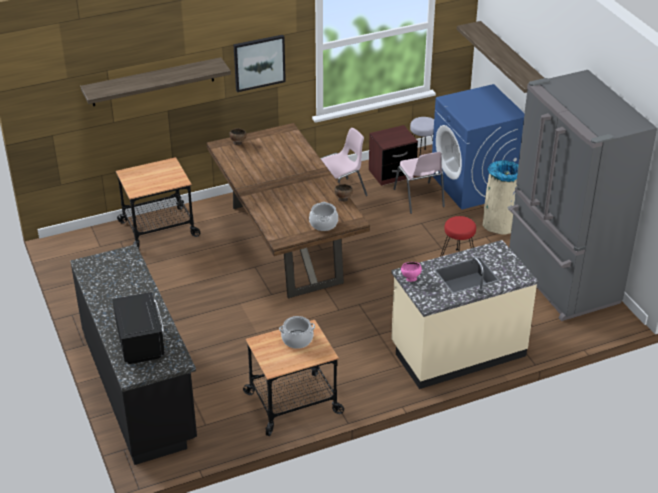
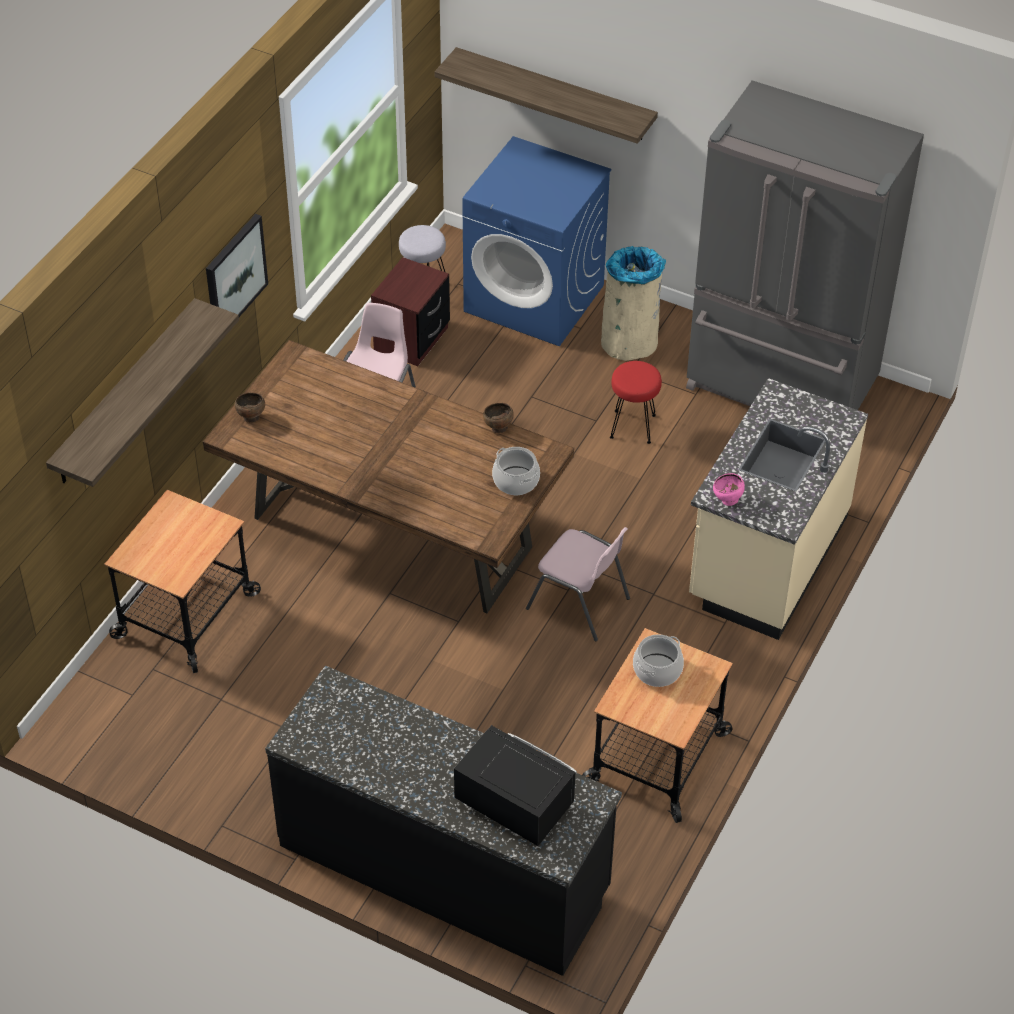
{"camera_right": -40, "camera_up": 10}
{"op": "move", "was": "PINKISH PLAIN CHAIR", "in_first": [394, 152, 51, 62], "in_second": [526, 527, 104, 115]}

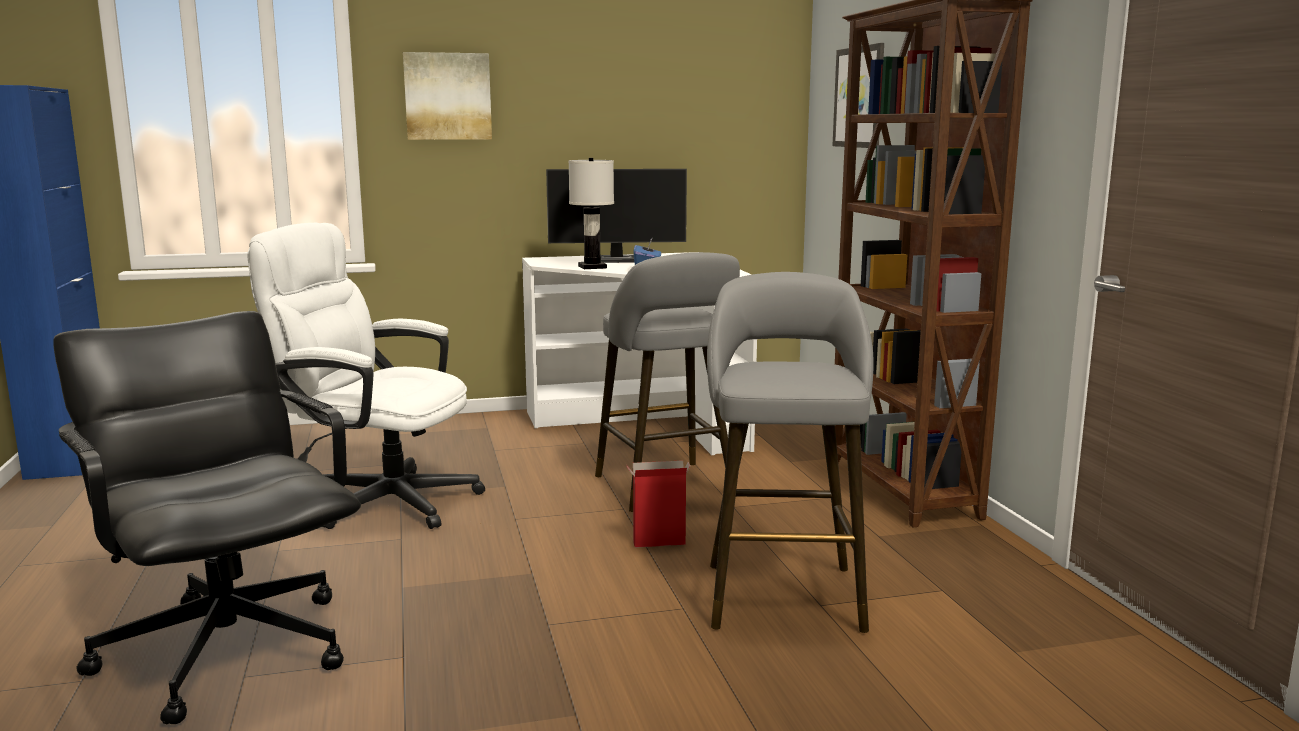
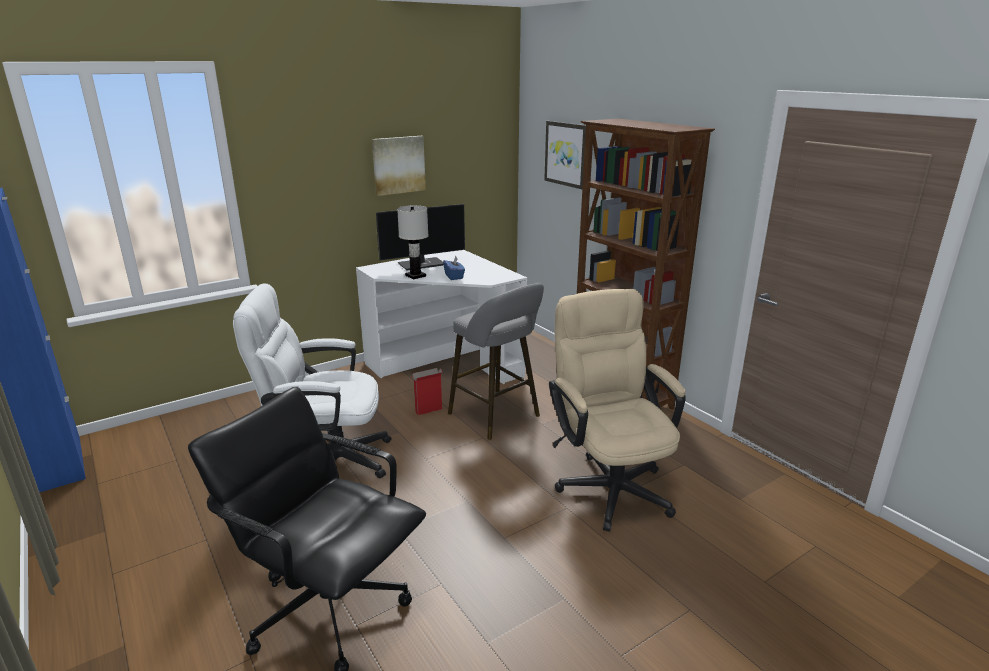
{"camera_right": -20, "camera_up": 10}
{"op": "move", "was": "WALL PICTURE", "in_first": [403, 52, 89, 88], "in_second": [372, 136, 54, 60]}
{"op": "move", "was": "CARTON", "in_first": [627, 460, 63, 88], "in_second": [412, 368, 31, 47]}
{"op": "replace", "was": "GREYISH SITTING STOOL", "now": "SAND-COLOURED DESK CHAIR", "in_first": [707, 272, 167, 361], "in_second": [549, 289, 137, 243]}

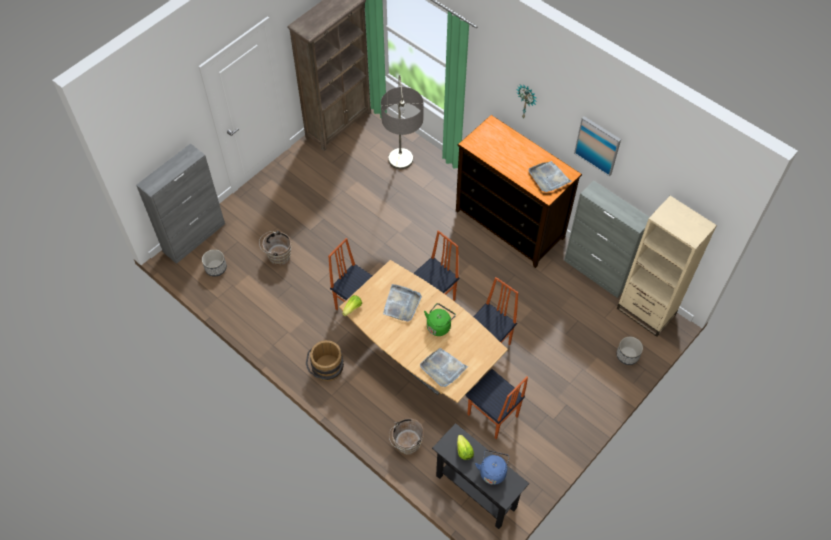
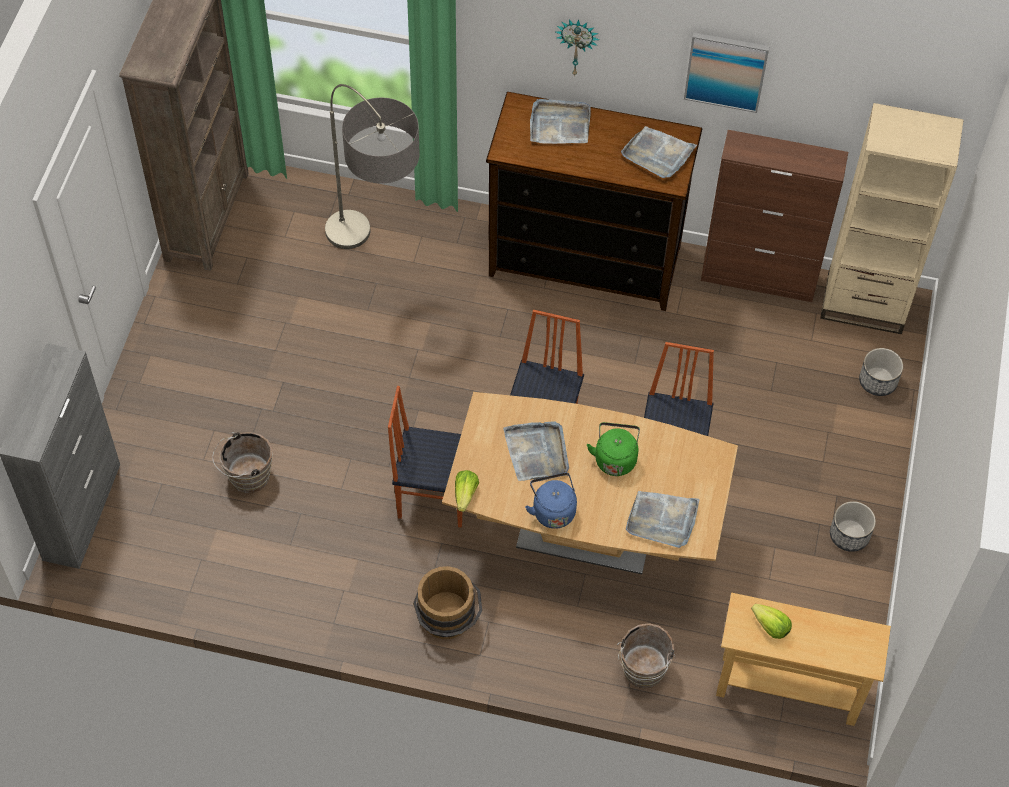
{"camera_right": -30, "camera_up": 0}
{"op": "move", "was": "BLUISH WATER KETTLE", "in_first": [475, 450, 34, 35], "in_second": [525, 473, 52, 56]}
{"op": "insert", "now": "GREYISH SERVING TRAY", "in_second": [530, 99, 61, 45]}
{"op": "recolor", "was": "GREYISH STORAGE CABINET", "now": "BROWN STORAGE CABINET", "in_first": [564, 180, 85, 118], "in_second": [701, 130, 147, 172]}
{"op": "recolor", "was": "BLACKISH CONSOLE TABLE", "now": "SAND-COLOURED CONSOLE TABLE", "in_first": [432, 423, 97, 106], "in_second": [716, 593, 175, 133]}
{"op": "move", "was": "FLOWER POT", "in_first": [202, 249, 25, 28], "in_second": [830, 501, 46, 51]}
{"op": "delete", "was": "PLAIN CHAIR", "in_first": [466, 369, 62, 70]}

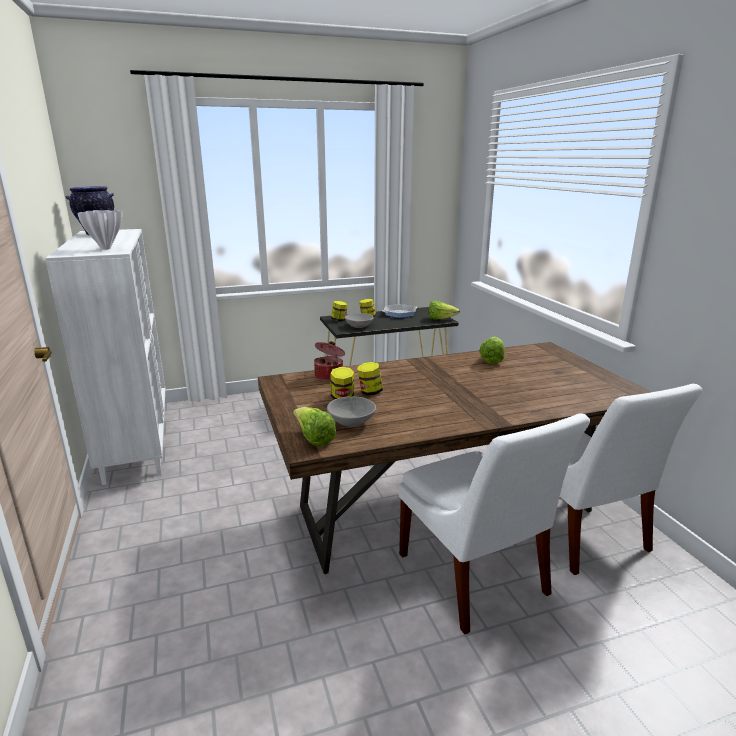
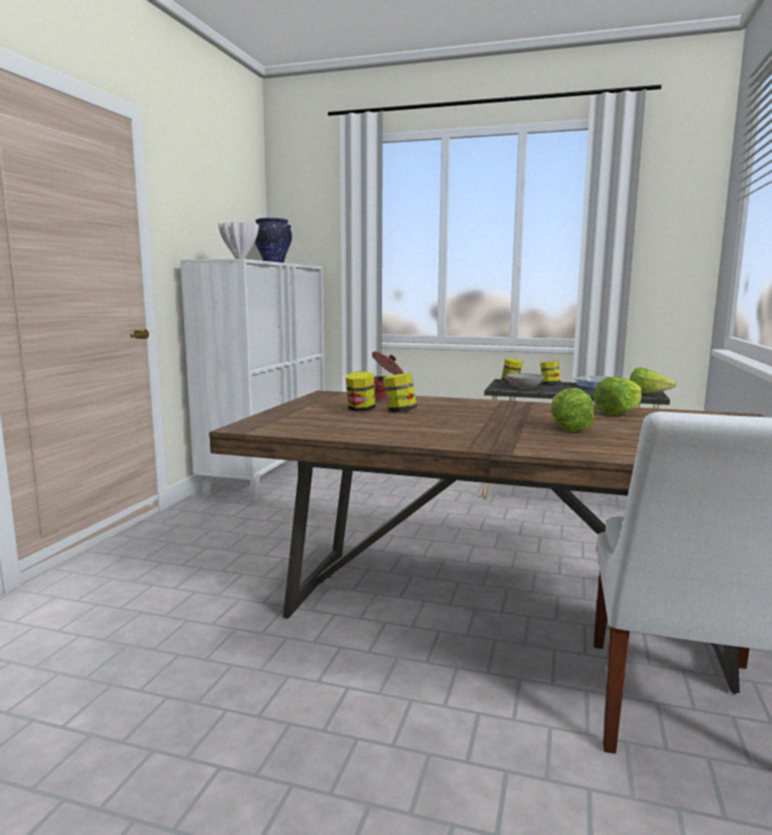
{"camera_right": 35, "camera_up": -10}
{"op": "move", "was": "LETTUCE", "in_first": [293, 407, 43, 40], "in_second": [551, 387, 43, 45]}
{"op": "delete", "was": "GREYISH SERVING BOWL", "in_first": [327, 396, 49, 31]}
{"op": "delete", "was": "WHITISH PLAIN CHAIR", "in_first": [399, 414, 191, 220]}

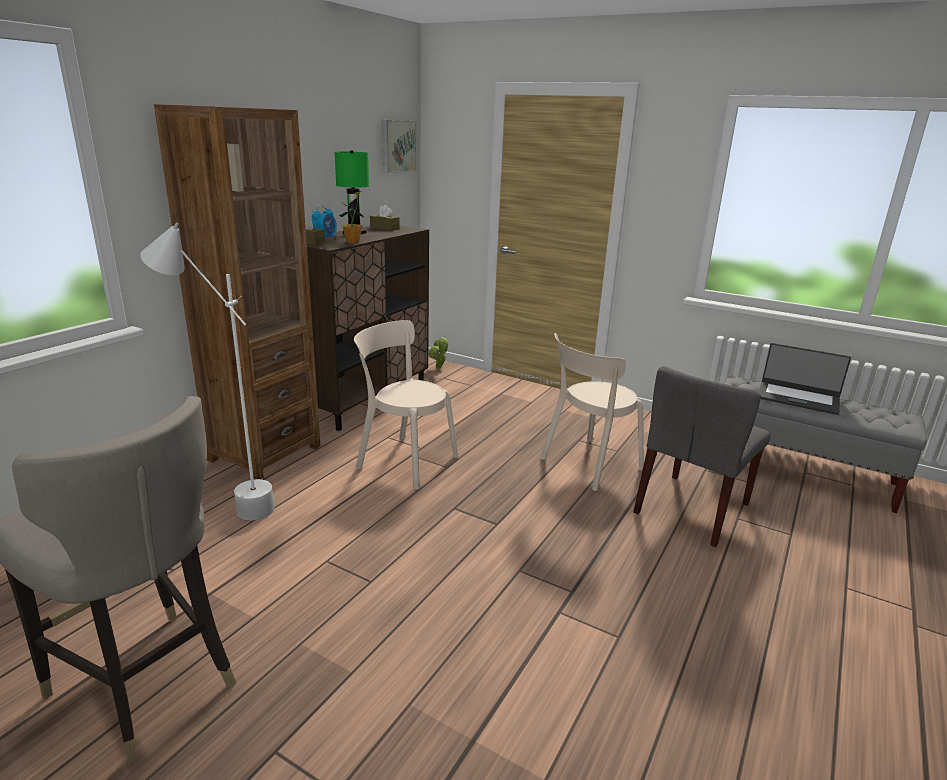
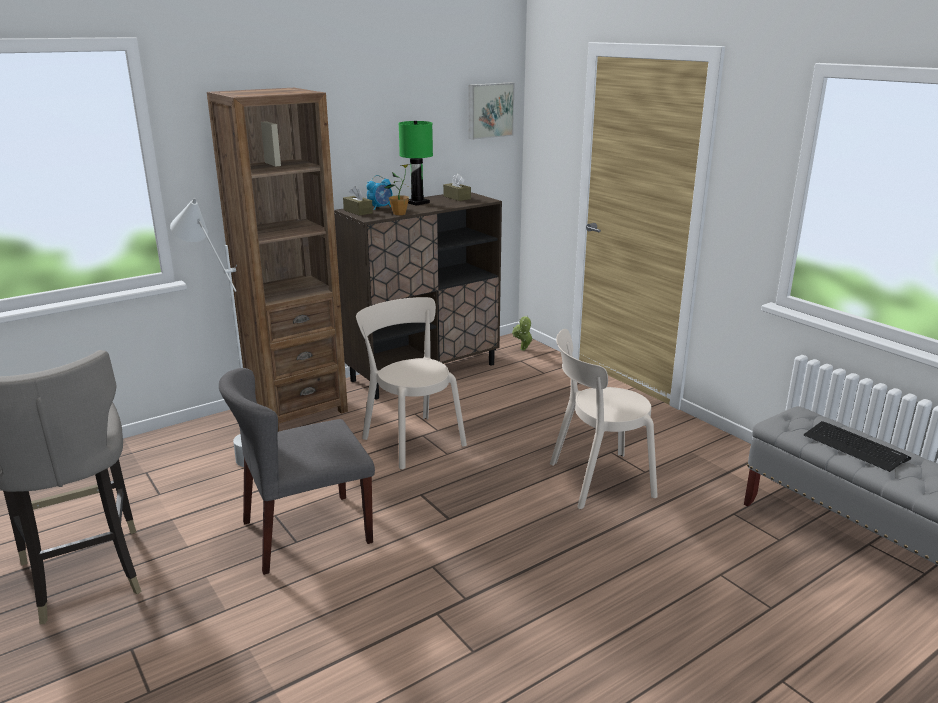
{"camera_right": 25, "camera_up": 0}
{"op": "move", "was": "GREYISH PLAIN CHAIR", "in_first": [633, 366, 137, 181], "in_second": [219, 368, 156, 207]}
{"op": "replace", "was": "PORTABLE COMPUTER", "now": "PC KEYBOARD", "in_first": [758, 343, 93, 72], "in_second": [804, 421, 107, 51]}

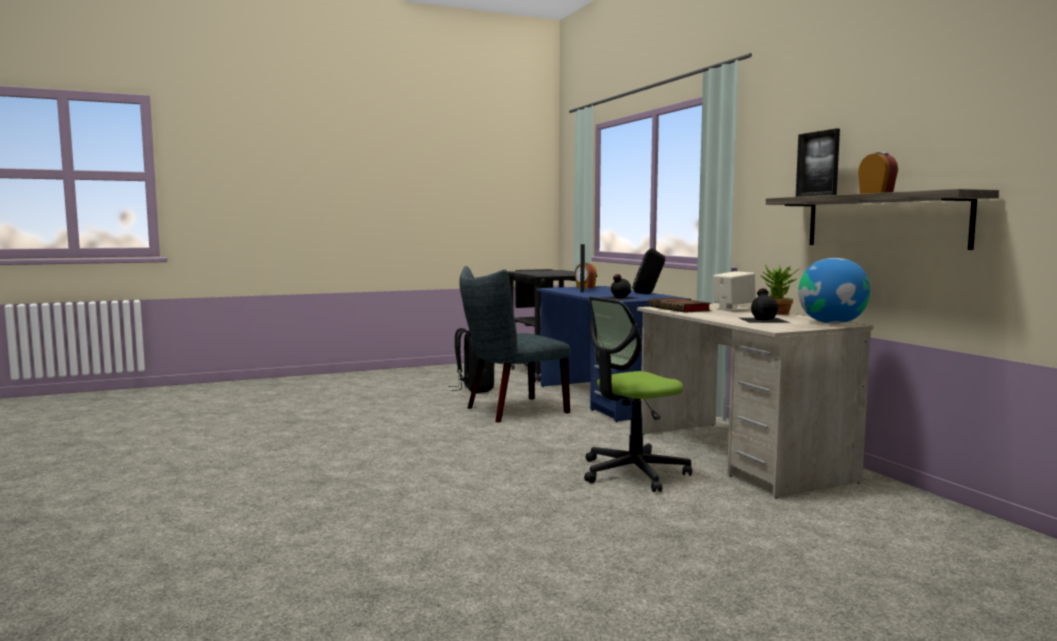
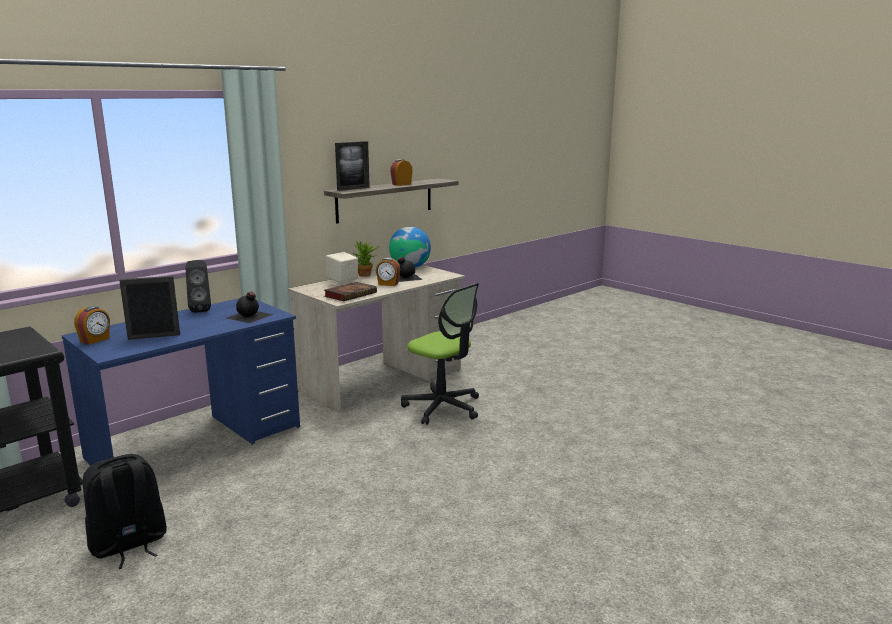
{"camera_right": -110, "camera_up": 10}
{"op": "insert", "now": "ALARM CLOCK", "in_second": [376, 258, 24, 28]}
{"op": "delete", "was": "GREYISH PLAIN CHAIR", "in_first": [459, 266, 112, 157]}

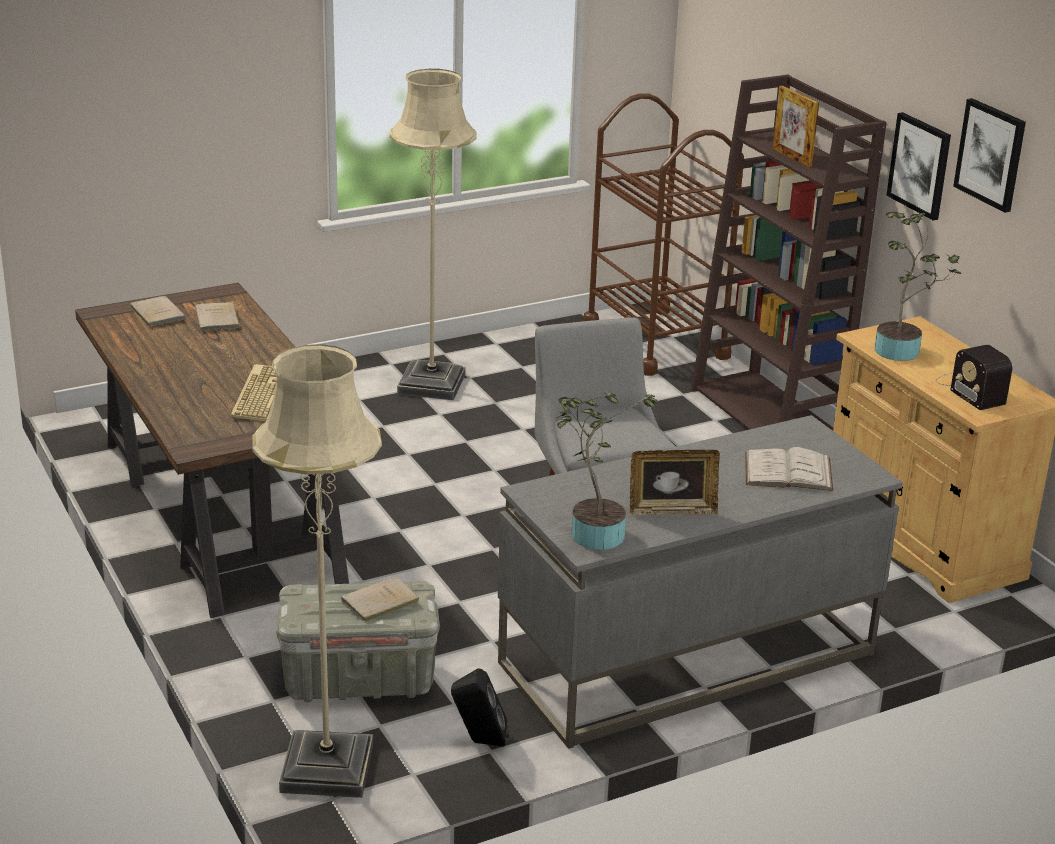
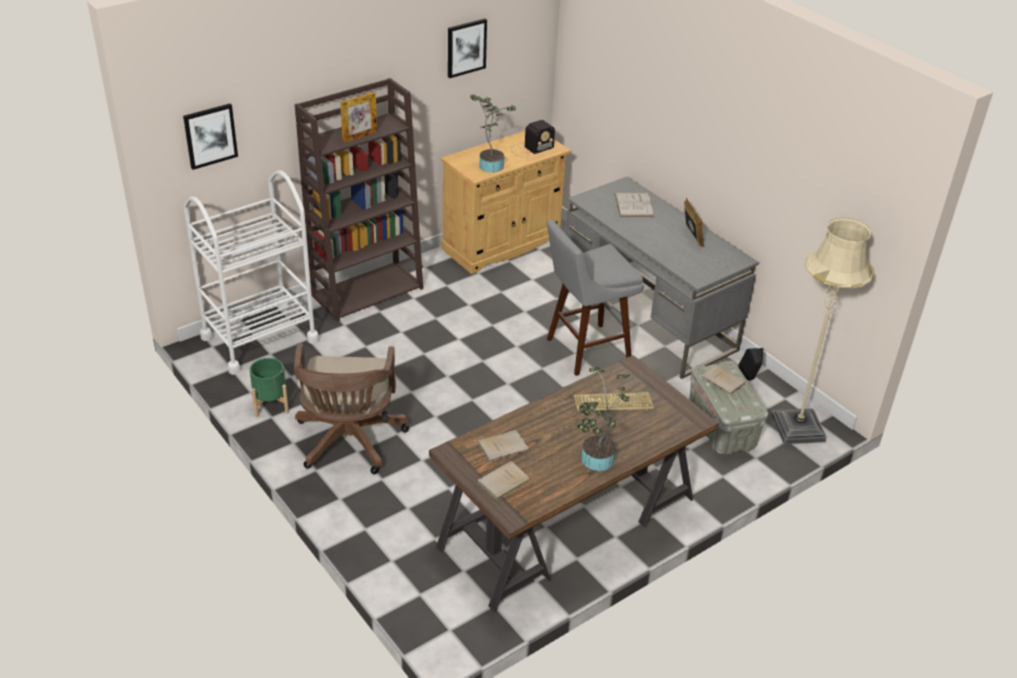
{"camera_right": -100, "camera_up": 10}
{"op": "move", "was": "WALL PICTURE", "in_first": [886, 112, 65, 108], "in_second": [183, 104, 55, 66]}
{"op": "recolor", "was": "BROWN WHEELED CART", "now": "WHITISH WHEELED CART", "in_first": [583, 93, 161, 283], "in_second": [183, 170, 136, 205]}
{"op": "insert", "now": "GREENISH FLOWER POT", "in_second": [250, 358, 39, 59]}
{"op": "replace", "was": "SAND-COLOURED FLOOR LAMP", "now": "BROWN DESK CHAIR", "in_first": [390, 69, 86, 331], "in_second": [294, 343, 115, 131]}
{"op": "move", "was": "POTTED PLANT", "in_first": [555, 392, 104, 158], "in_second": [577, 367, 53, 104]}

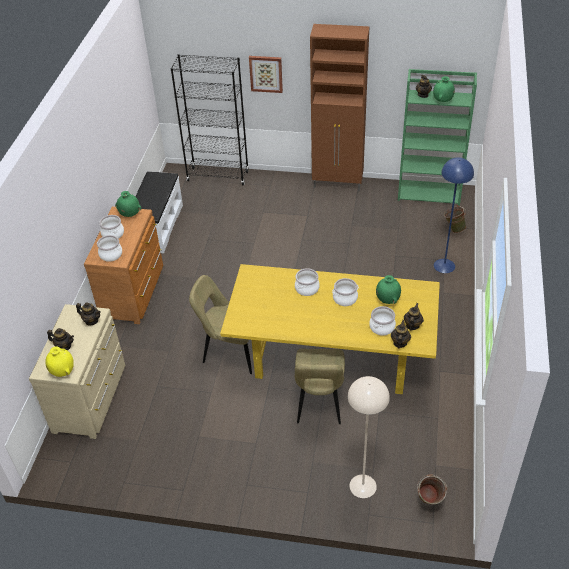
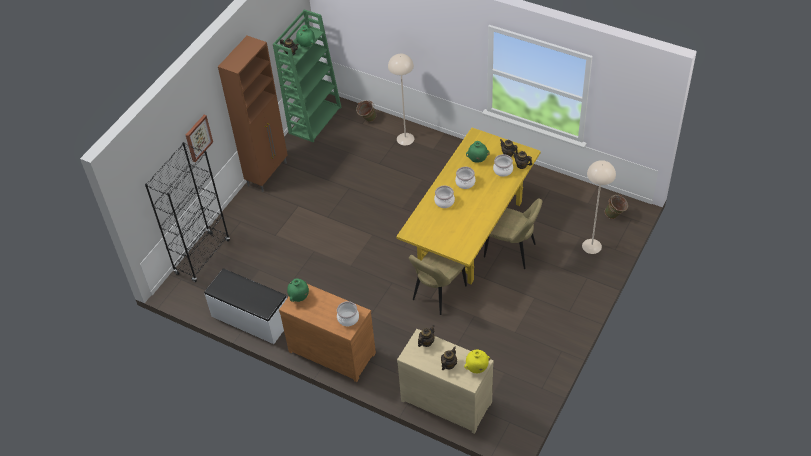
{"camera_right": -70, "camera_up": 5}
{"op": "recolor", "was": "BLUISH FLOOR LAMP", "now": "SAND-COLOURED FLOOR LAMP", "in_first": [434, 157, 40, 116], "in_second": [388, 54, 26, 91]}
{"op": "delete", "was": "COOKING POT", "in_first": [99, 215, 25, 24]}

